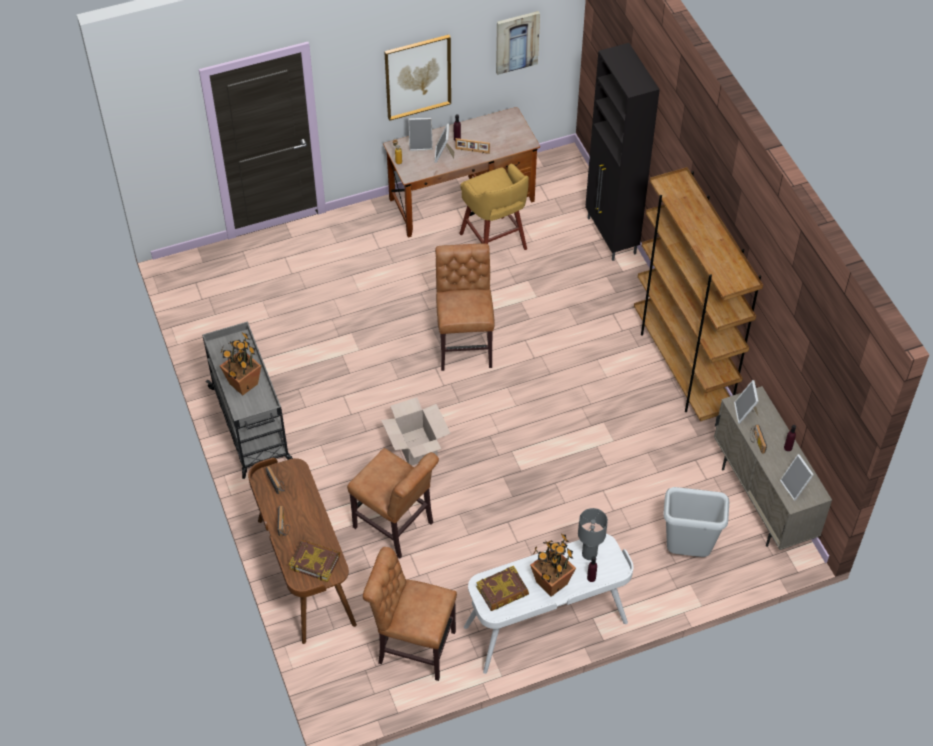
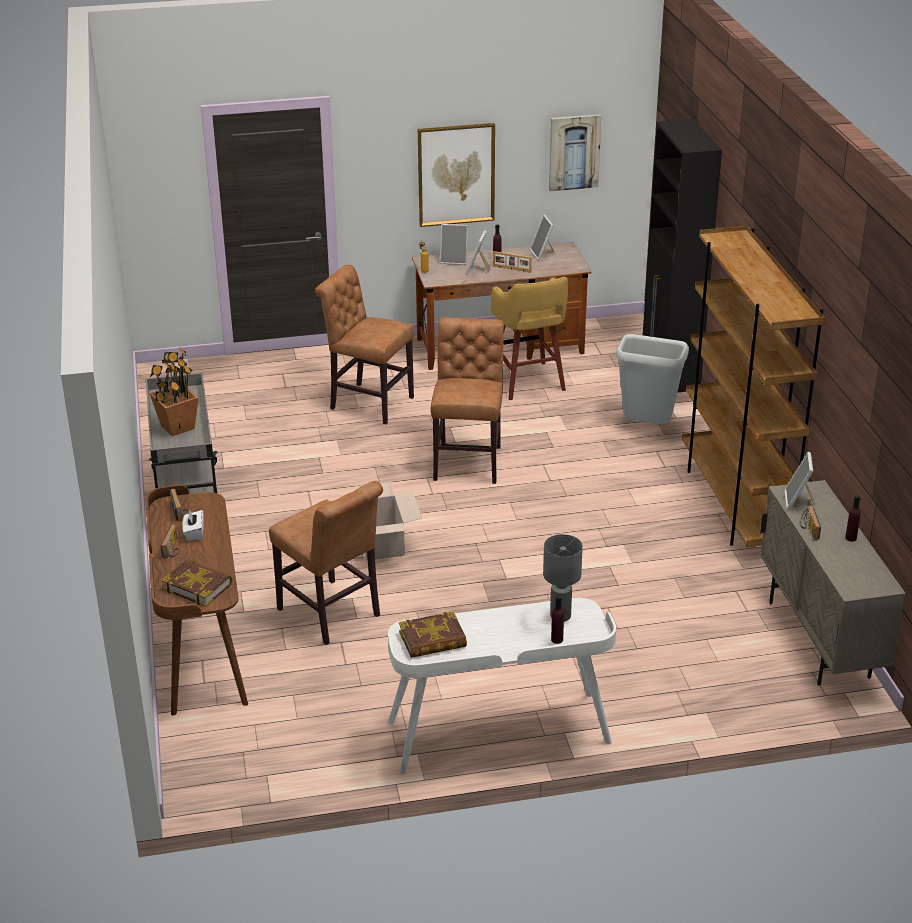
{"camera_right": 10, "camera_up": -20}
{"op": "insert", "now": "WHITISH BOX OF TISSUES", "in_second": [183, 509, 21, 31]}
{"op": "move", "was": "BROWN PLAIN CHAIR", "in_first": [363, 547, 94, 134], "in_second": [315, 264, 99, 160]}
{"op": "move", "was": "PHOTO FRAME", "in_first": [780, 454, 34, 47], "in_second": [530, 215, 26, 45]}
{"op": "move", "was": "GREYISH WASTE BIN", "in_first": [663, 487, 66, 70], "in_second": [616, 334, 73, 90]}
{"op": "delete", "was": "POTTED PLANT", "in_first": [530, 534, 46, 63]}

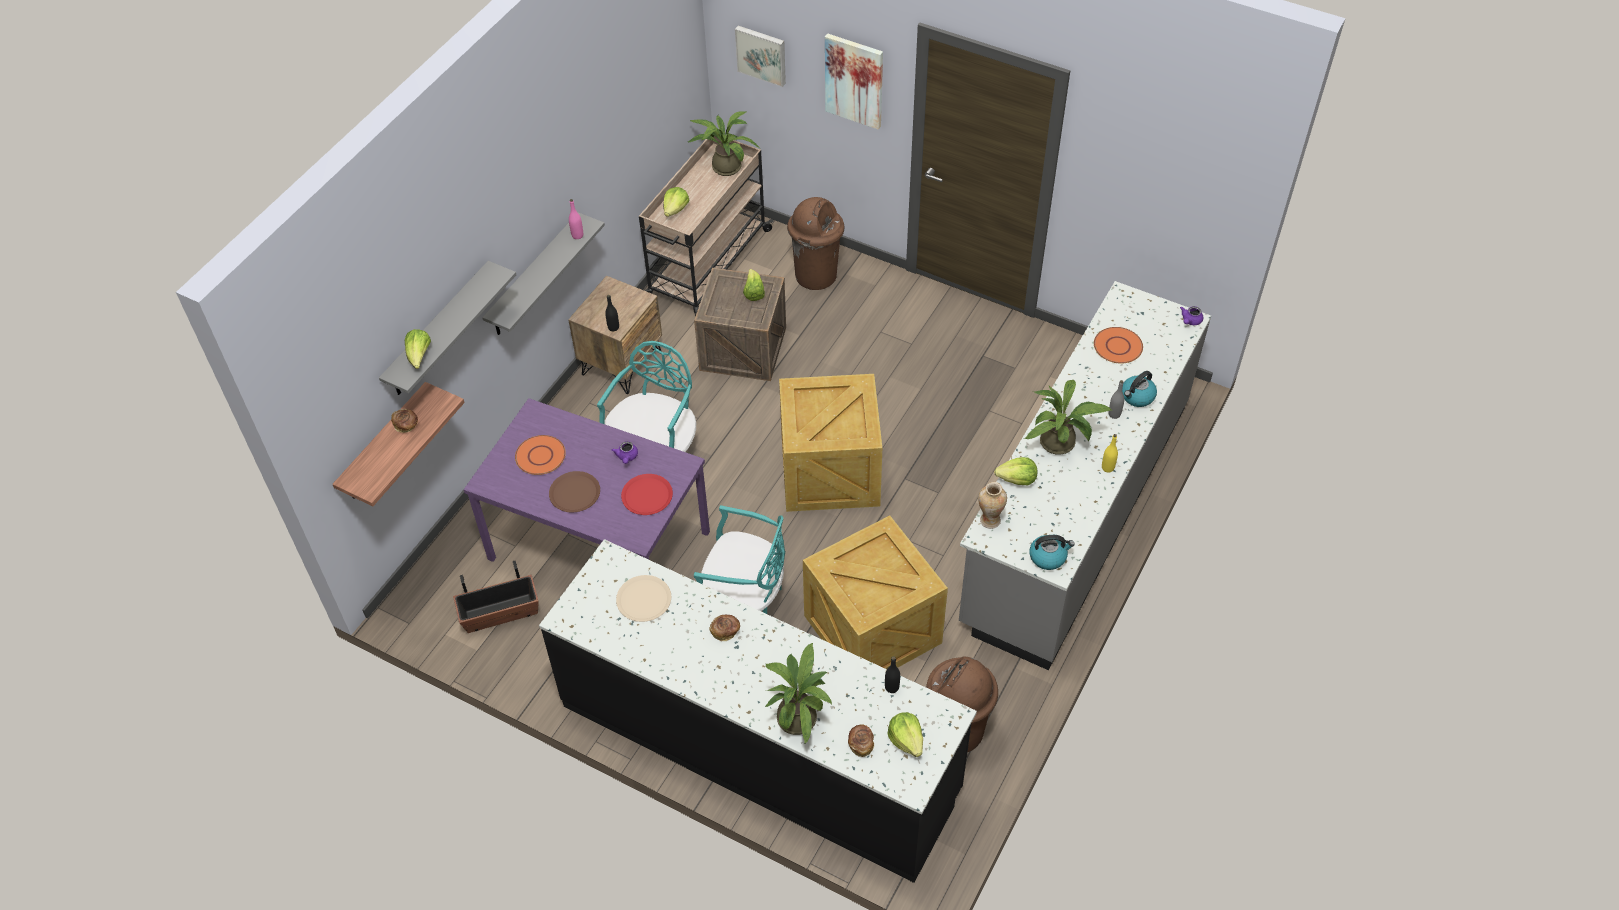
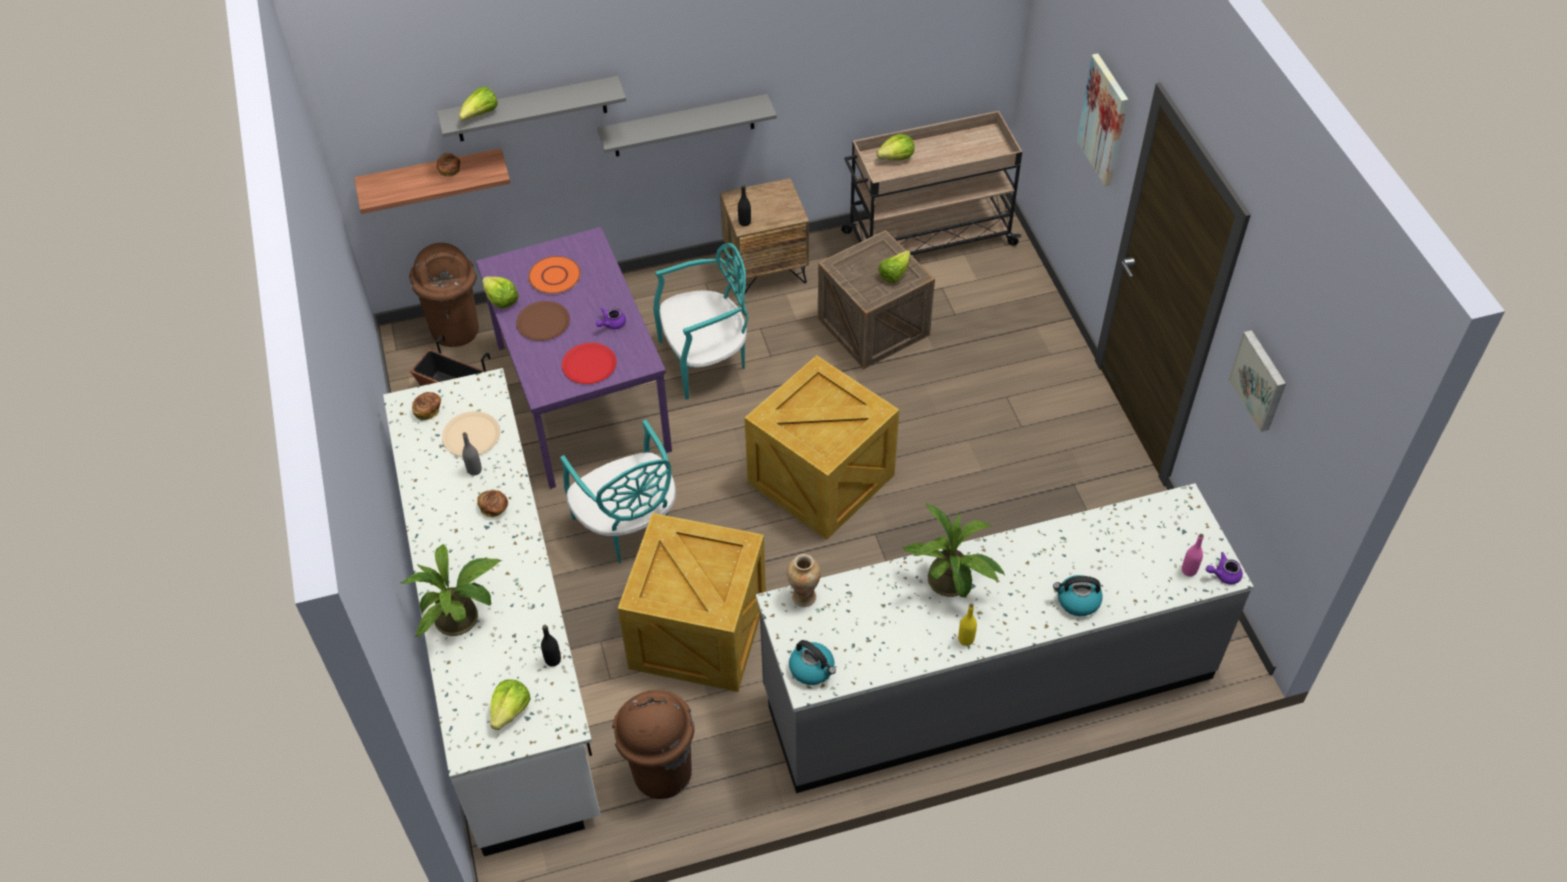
{"camera_right": 45, "camera_up": 0}
{"op": "recolor", "was": "BLACKISH COUNTER", "now": "WHITISH COUNTER", "in_first": [539, 539, 438, 344], "in_second": [383, 368, 217, 488]}
{"op": "move", "was": "BROWN WASTE BIN", "in_first": [787, 197, 57, 93], "in_second": [409, 243, 70, 104]}
{"op": "move", "was": "BAKED BREAD", "in_first": [848, 725, 26, 32], "in_second": [412, 392, 29, 28]}
{"op": "move", "was": "GREYISH BOTTLE", "in_first": [1108, 380, 16, 39], "in_second": [462, 432, 20, 44]}
{"op": "move", "was": "LETTUCE", "in_first": [994, 457, 44, 28], "in_second": [482, 276, 37, 32]}
{"op": "move", "was": "PINKISH BOTTLE", "in_first": [569, 199, 14, 40], "in_second": [1182, 534, 22, 43]}
{"op": "move", "was": "WALL PICTURE", "in_first": [735, 26, 51, 61], "in_second": [1228, 330, 58, 102]}
{"op": "delete", "was": "POTTED PLANT", "in_first": [688, 111, 72, 65]}
{"op": "delete", "was": "ORANGEY FLAT DISH", "in_first": [1094, 327, 49, 37]}

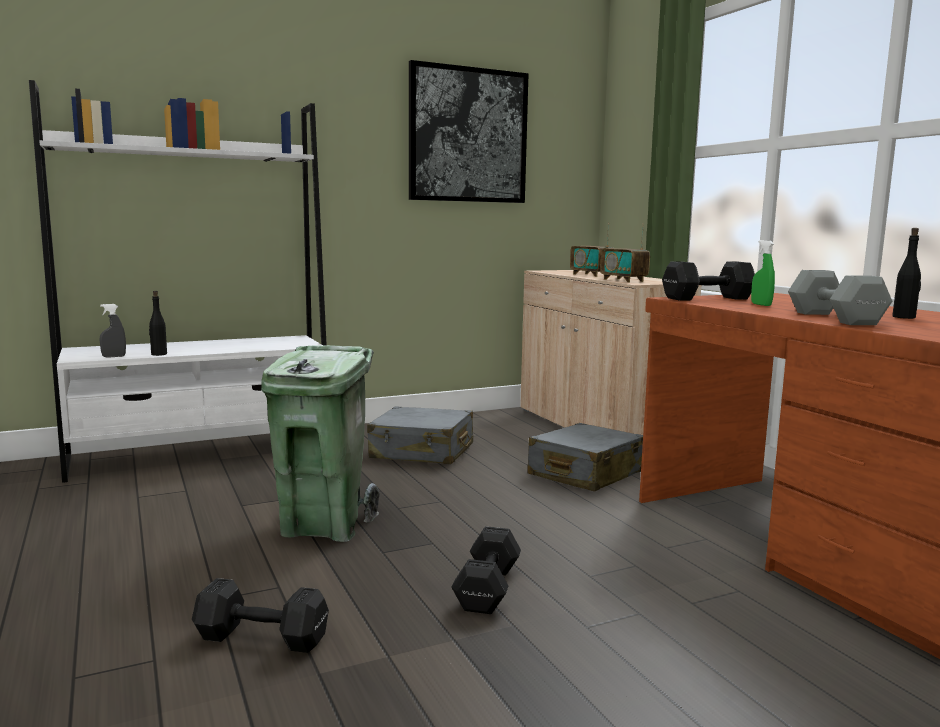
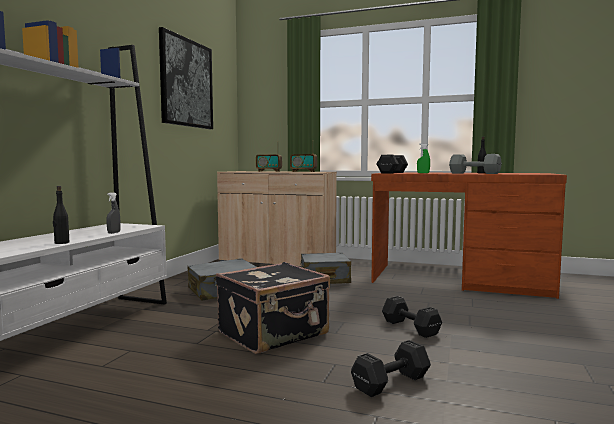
{"camera_right": -45, "camera_up": -5}
{"op": "move", "was": "GREYISH HAND SPRAYER", "in_first": [100, 304, 26, 53], "in_second": [107, 192, 14, 42]}
{"op": "replace", "was": "GREENISH WASTE BIN", "now": "BLACKISH PIECE OF LUGGAGE", "in_first": [261, 345, 119, 197], "in_second": [216, 262, 114, 92]}

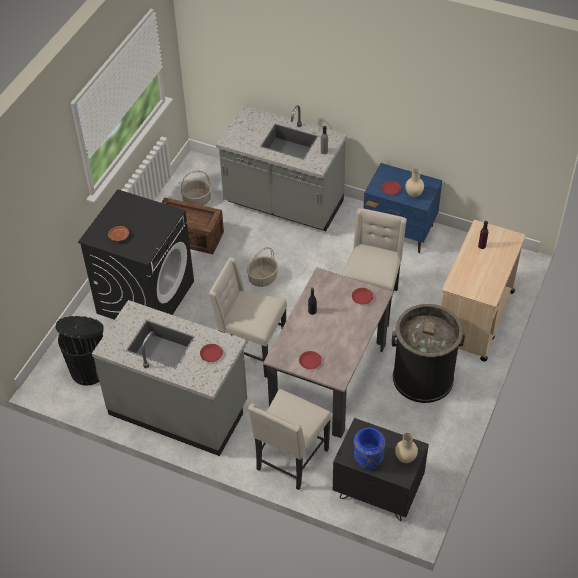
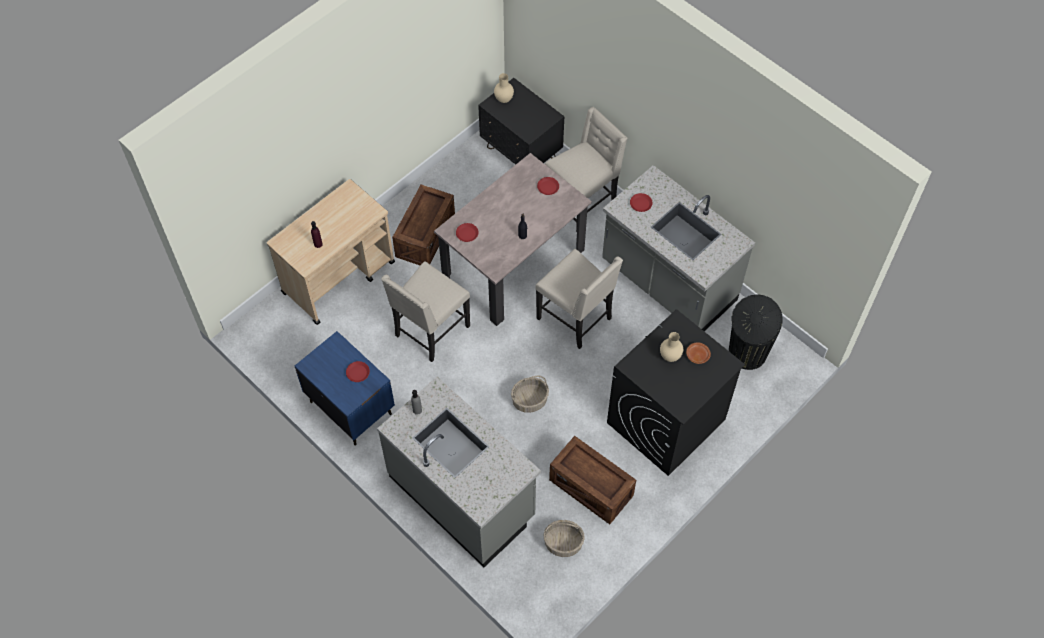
{"camera_right": -160, "camera_up": 10}
{"op": "replace", "was": "BLACKISH WASTE BIN", "now": "CRATE", "in_first": [392, 304, 73, 99], "in_second": [392, 184, 63, 81]}
{"op": "move", "was": "SAND-COLOURED DECORATIVE VASE", "in_first": [405, 168, 19, 29], "in_second": [660, 332, 23, 30]}
{"op": "delete", "was": "BLUISH DECORATIVE VASE", "in_first": [354, 428, 31, 41]}

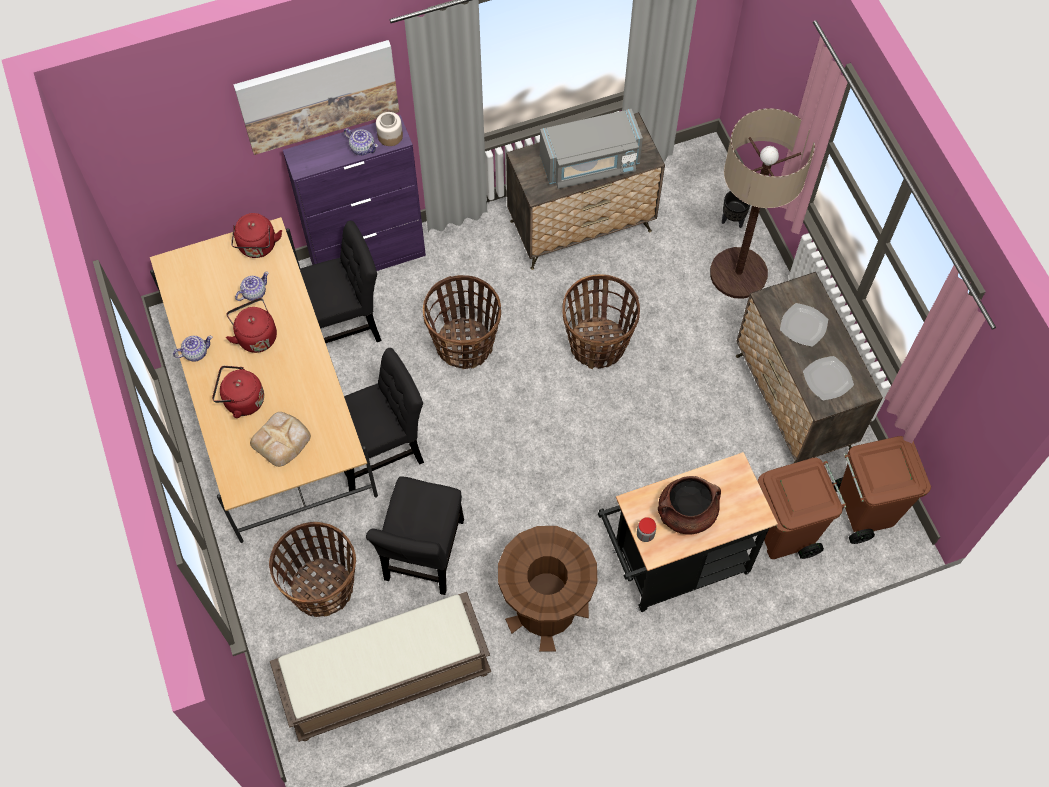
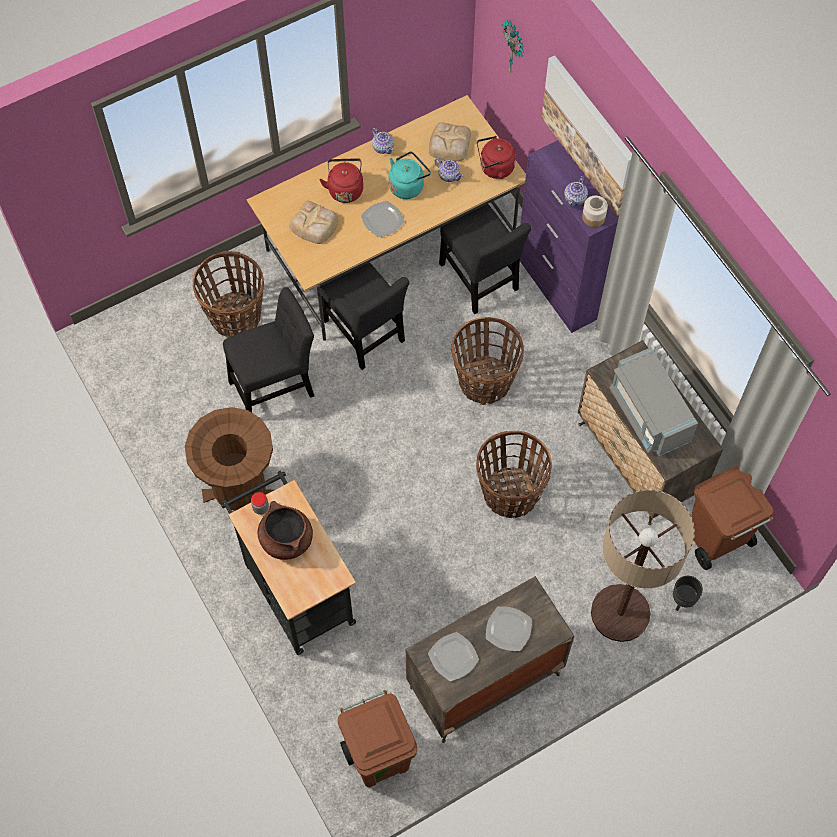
{"camera_right": 80, "camera_up": 0}
{"op": "rotate", "was": "BLACKISH PLAIN CHAIR", "in_first": [366, 477, 98, 118], "in_second": [223, 287, 91, 125], "clockwise": 150}
{"op": "insert", "now": "FLAT DISH", "in_second": [361, 201, 44, 36]}
{"op": "recolor", "was": "RED-COLOURED WATER KETTLE", "now": "BLUE-GREEN WATER KETTLE", "in_first": [226, 298, 51, 55], "in_second": [389, 151, 42, 48]}
{"op": "insert", "now": "BAKED BREAD", "in_second": [429, 122, 42, 39]}
{"op": "insert", "now": "HANGING CLOCK", "in_second": [502, 19, 22, 54]}
{"op": "move", "was": "BROWN WASTE BIN", "in_first": [758, 458, 89, 101], "in_second": [691, 465, 82, 105]}
{"op": "delete", "was": "BROWN BENCH", "in_first": [270, 592, 221, 150]}

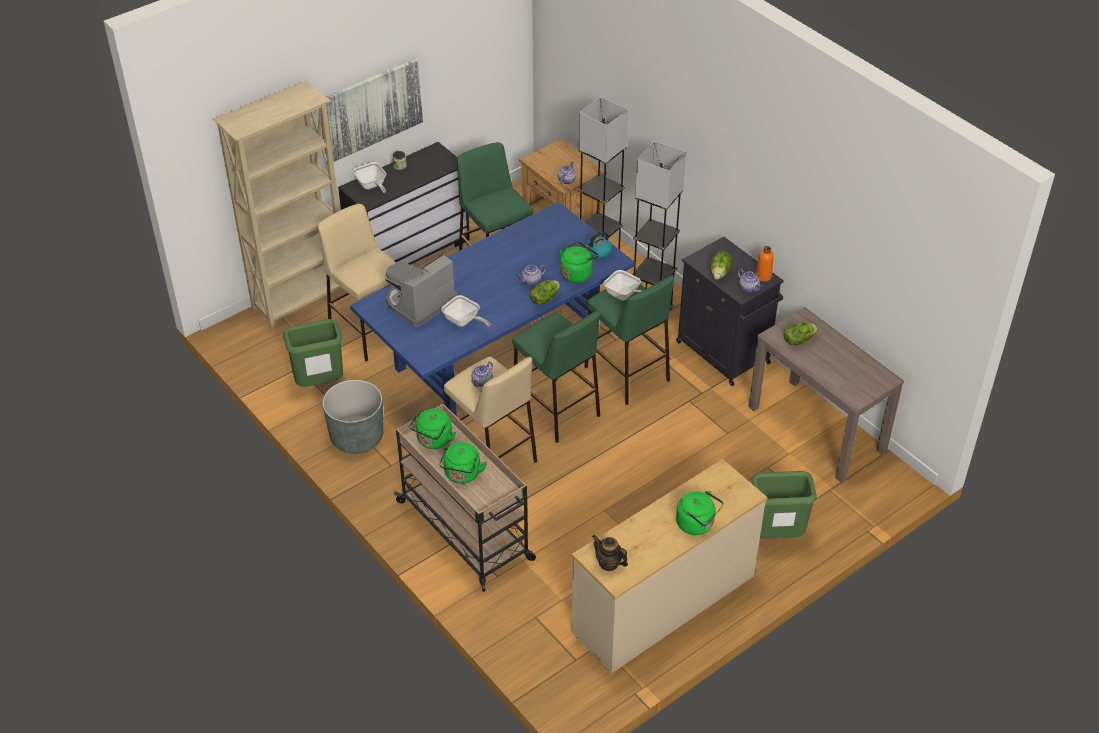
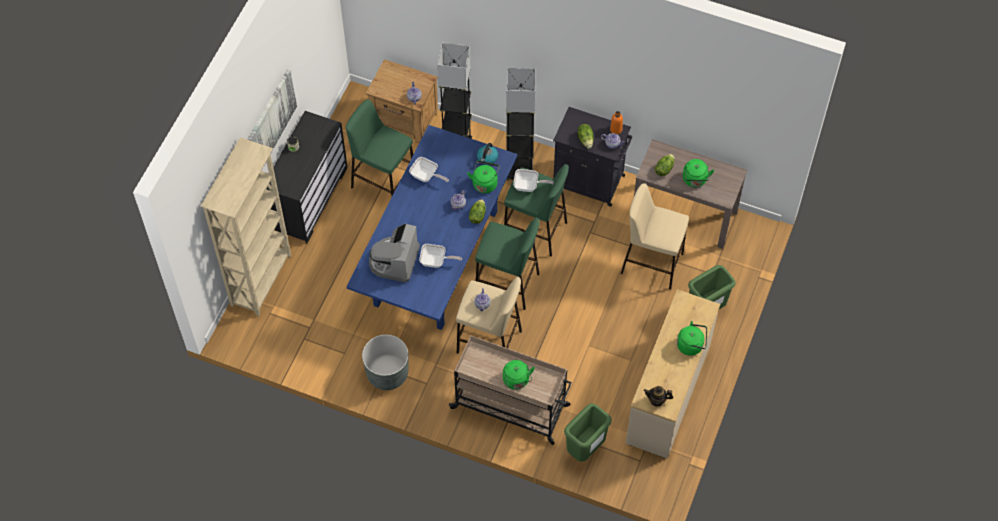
{"camera_right": -30, "camera_up": 15}
{"op": "move", "was": "FRYING PAN", "in_first": [352, 162, 34, 31], "in_second": [409, 157, 40, 25]}
{"op": "move", "was": "GREENISH WASTE BIN", "in_first": [283, 319, 60, 68], "in_second": [564, 403, 48, 59]}
{"op": "move", "was": "SAND-COLOURED SITTING STOOL", "in_first": [318, 204, 78, 157], "in_second": [621, 183, 68, 106]}
{"op": "move", "was": "GREENISH WATER KETTLE", "in_first": [409, 408, 47, 41], "in_second": [683, 159, 31, 28]}

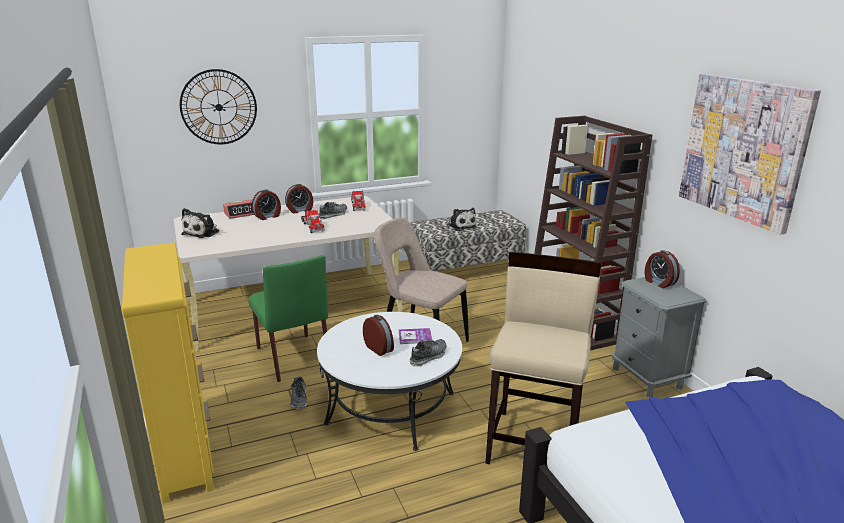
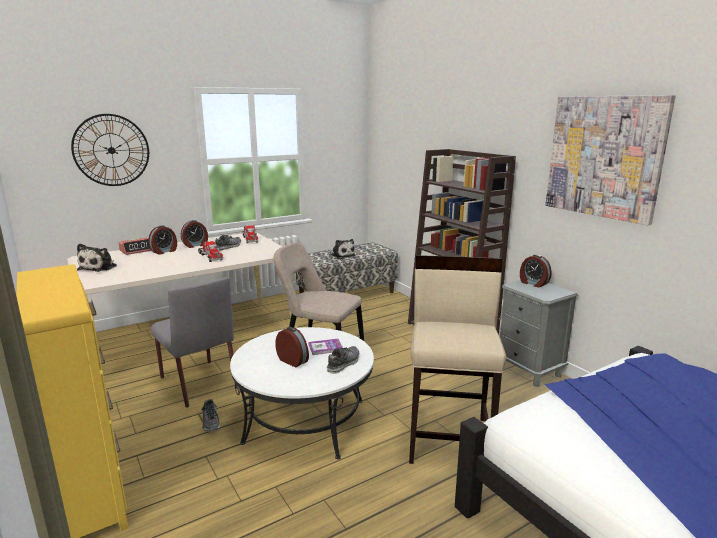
{"camera_right": -10, "camera_up": -5}
{"op": "recolor", "was": "GREENISH PLAIN CHAIR", "now": "GREYISH PLAIN CHAIR", "in_first": [248, 255, 80, 127], "in_second": [151, 277, 87, 131]}

